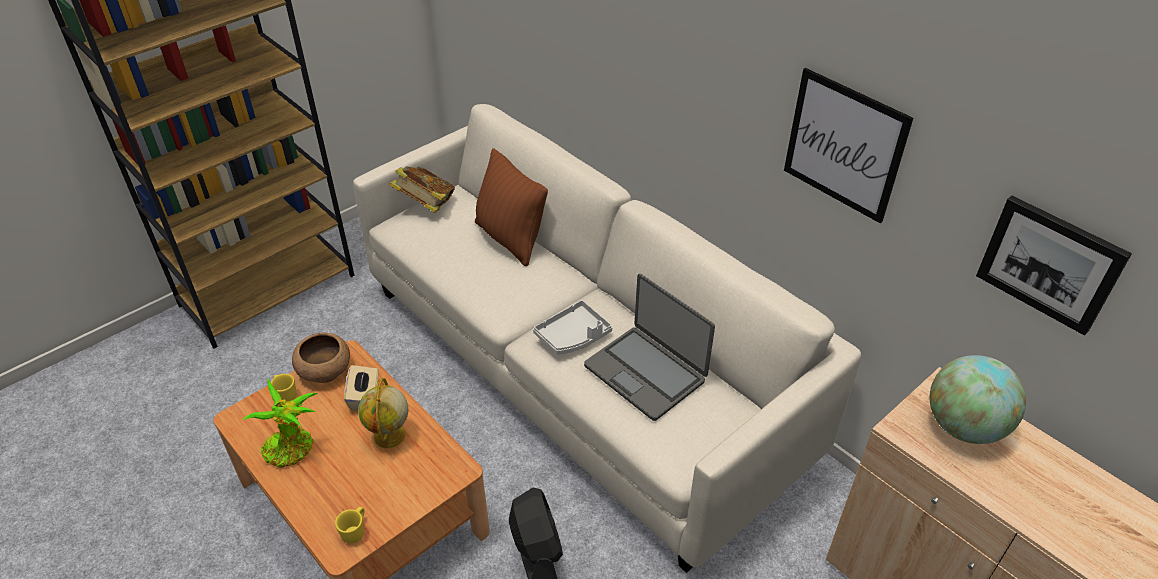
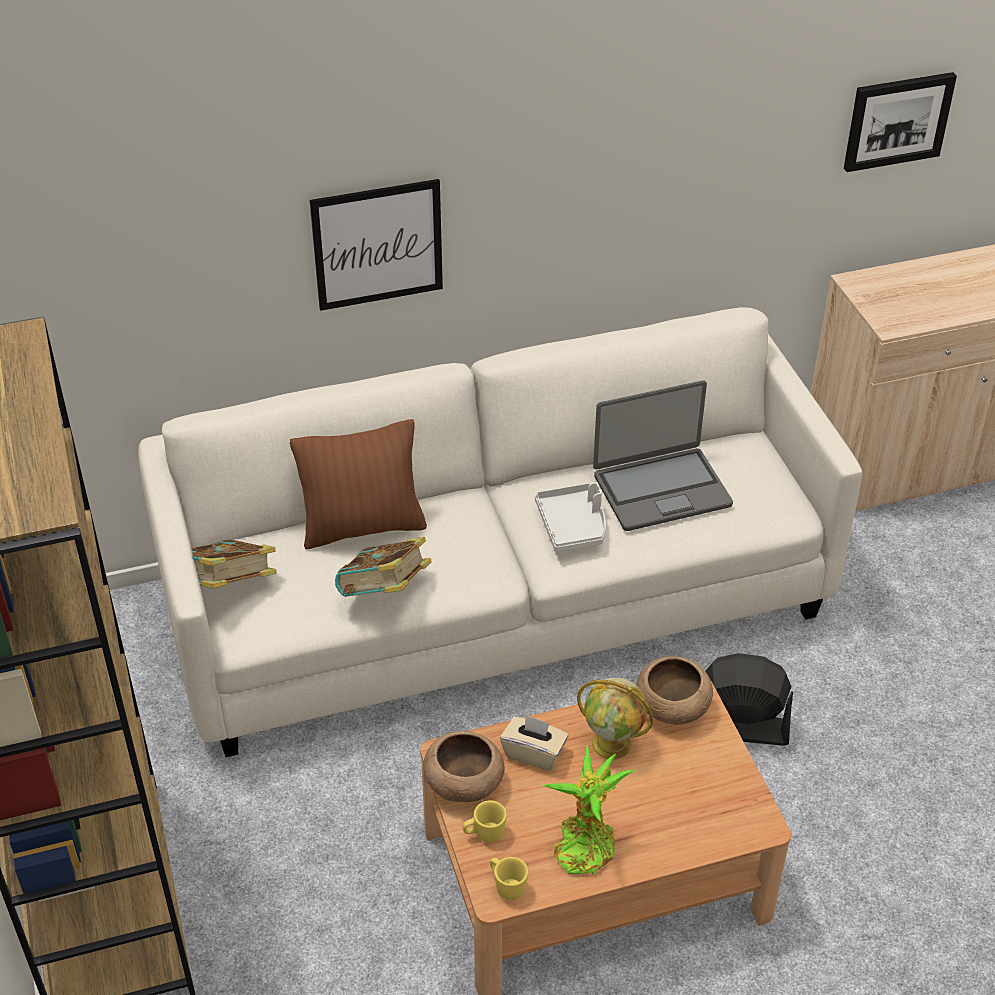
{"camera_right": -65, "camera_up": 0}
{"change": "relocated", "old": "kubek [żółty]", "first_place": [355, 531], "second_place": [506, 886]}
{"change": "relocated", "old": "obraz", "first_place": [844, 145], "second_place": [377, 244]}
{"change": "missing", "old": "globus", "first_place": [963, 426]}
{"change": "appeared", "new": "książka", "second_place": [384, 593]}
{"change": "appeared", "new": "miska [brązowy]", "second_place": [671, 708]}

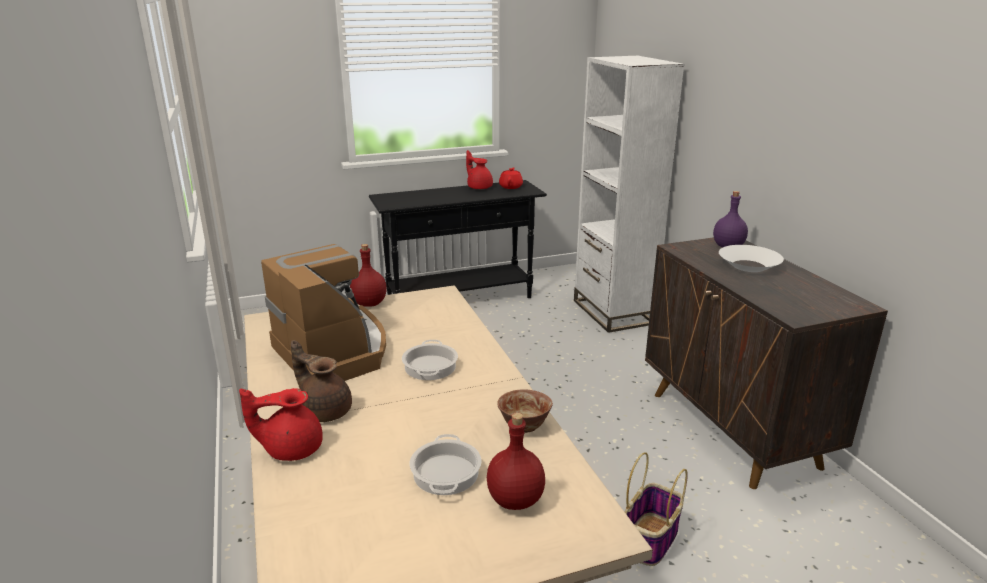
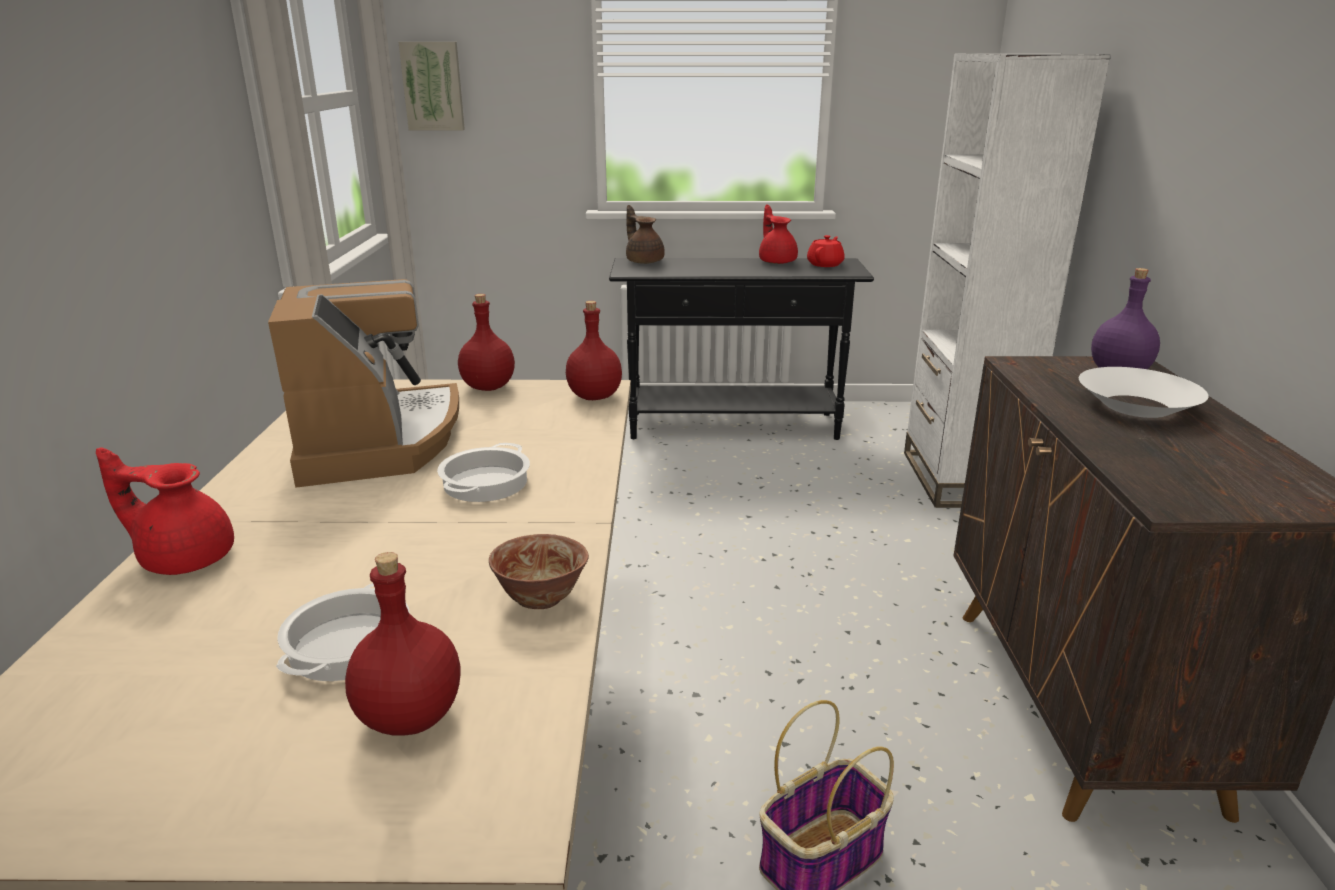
{"camera_right": 20, "camera_up": 0}
{"change": "relocated", "old": "imbryk [brązowy]", "first_place": [325, 410], "second_place": [644, 261]}
{"change": "appeared", "new": "obraz", "second_place": [433, 86]}
{"change": "appeared", "new": "butelka [czerwony]", "second_place": [593, 396]}

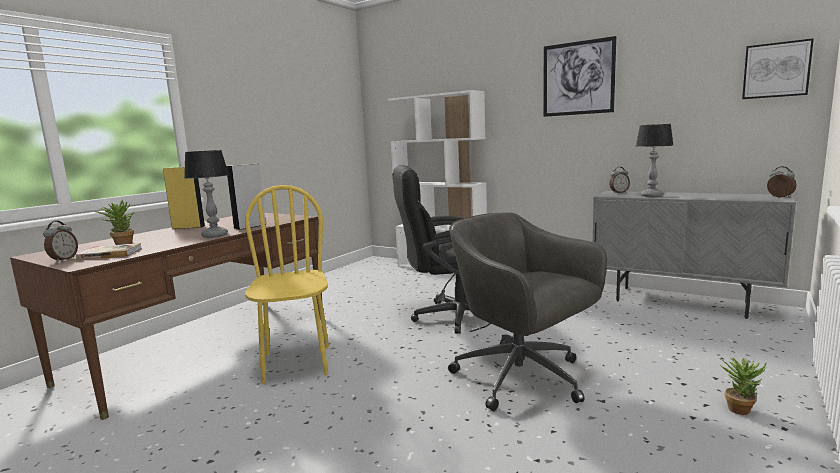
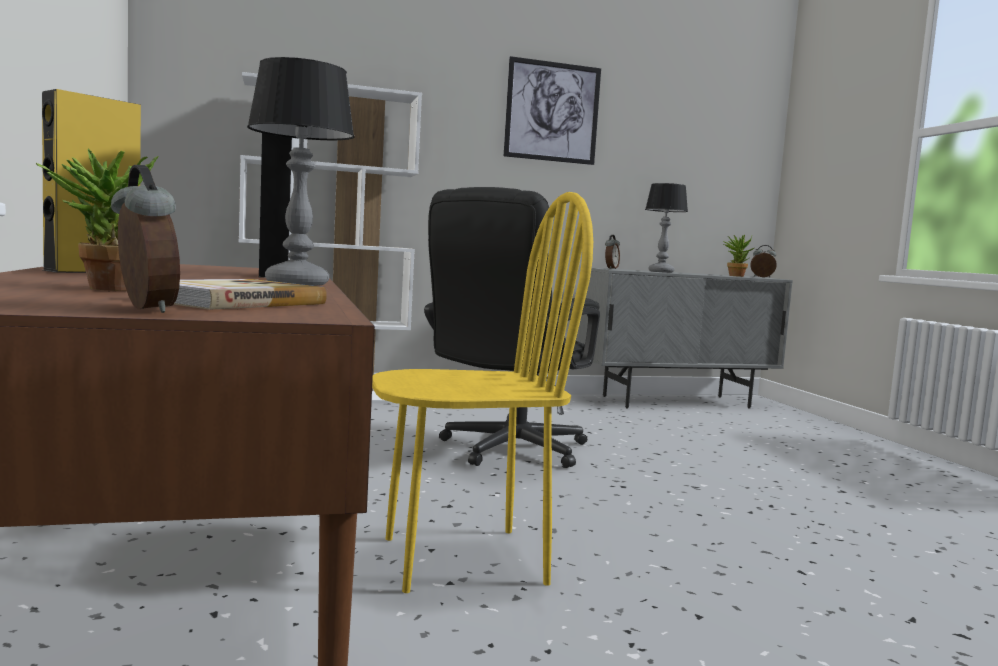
{"camera_right": -50, "camera_up": -5}
{"change": "spun", "old": "krzesło [żółty]", "first_place": [296, 363], "second_place": [463, 559], "degrees": 135}
{"change": "missing", "old": "krzesło biurowe [szary]", "first_place": [523, 378]}
{"change": "relocated", "old": "roślina doniczkowa", "first_place": [740, 408], "second_place": [735, 276]}
{"change": "missing", "old": "obraz", "first_place": [776, 70]}

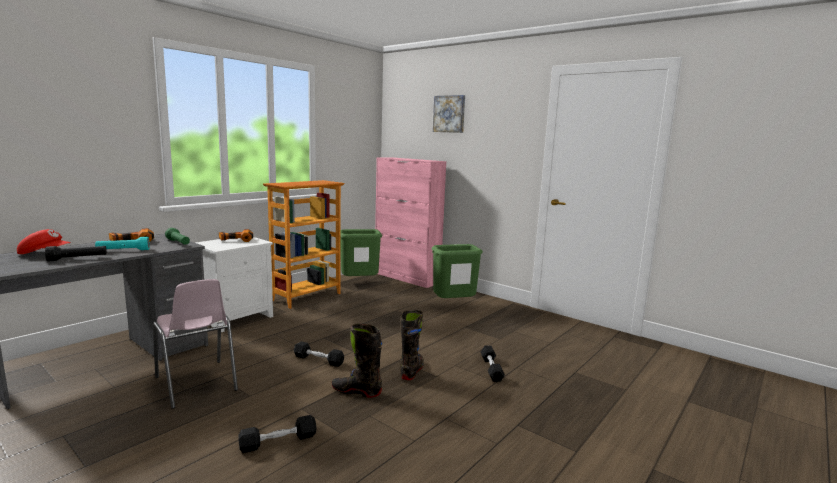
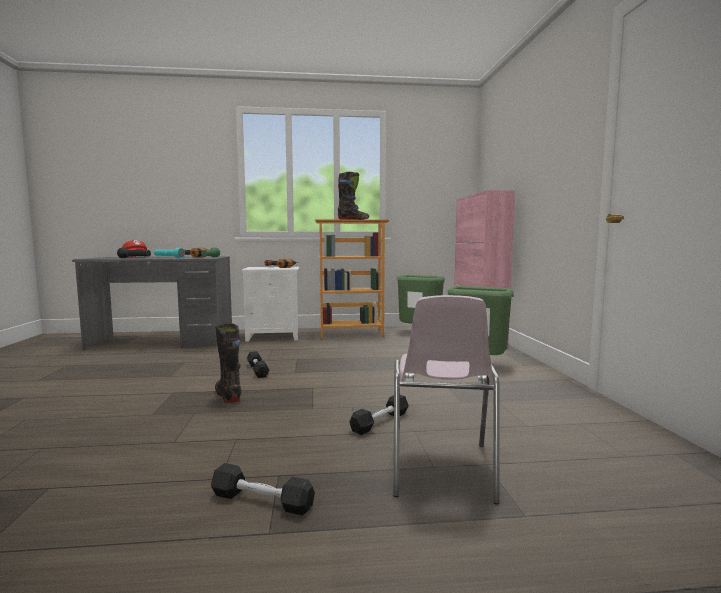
{"camera_right": 45, "camera_up": -5}
{"change": "relocated", "old": "krzesło [różowy]", "first_place": [196, 384], "second_place": [440, 469]}
{"change": "relocated", "old": "hantel [czarny]", "first_place": [278, 441], "second_place": [262, 501]}
{"change": "relocated", "old": "but z cholewką [czarny]", "first_place": [412, 371], "second_place": [353, 220]}
{"change": "missing", "old": "obraz", "first_place": [449, 114]}

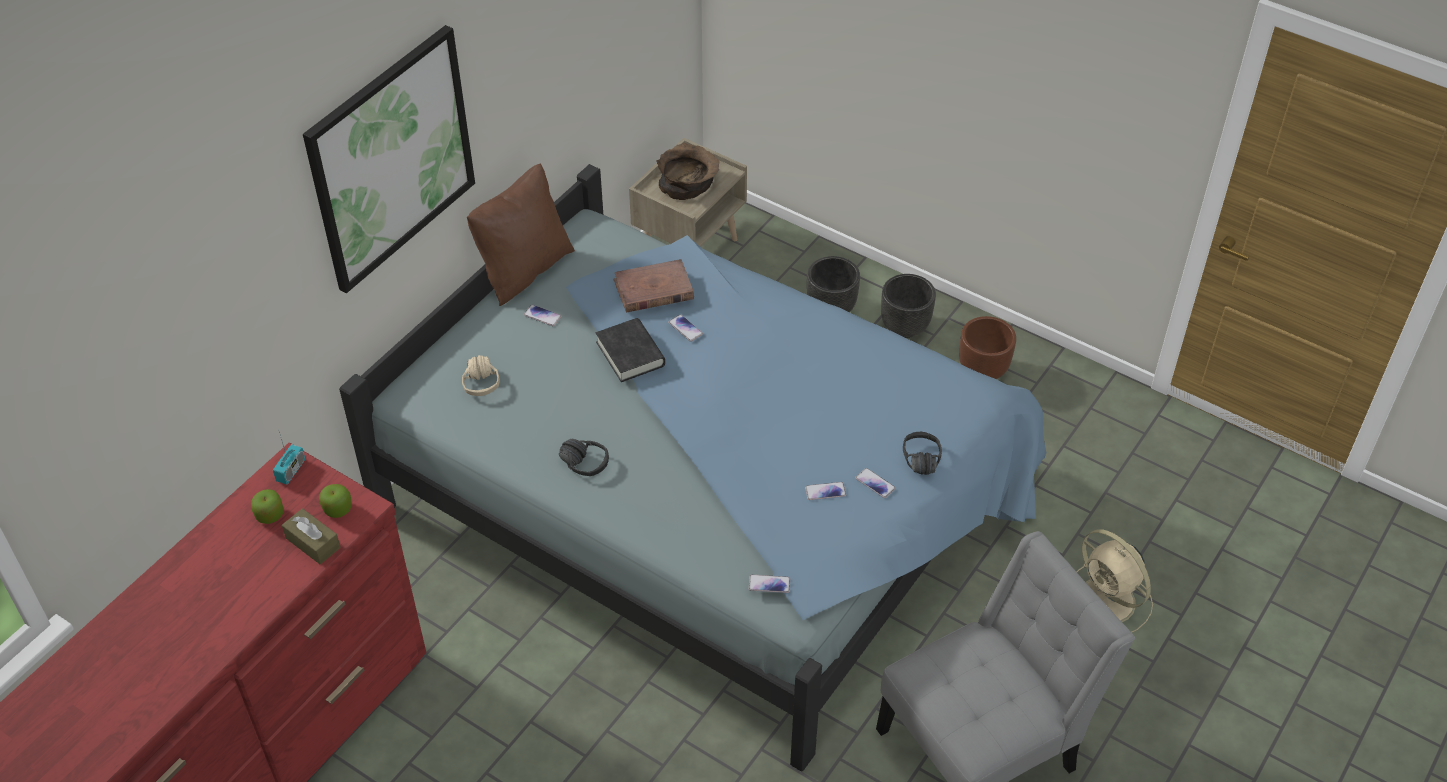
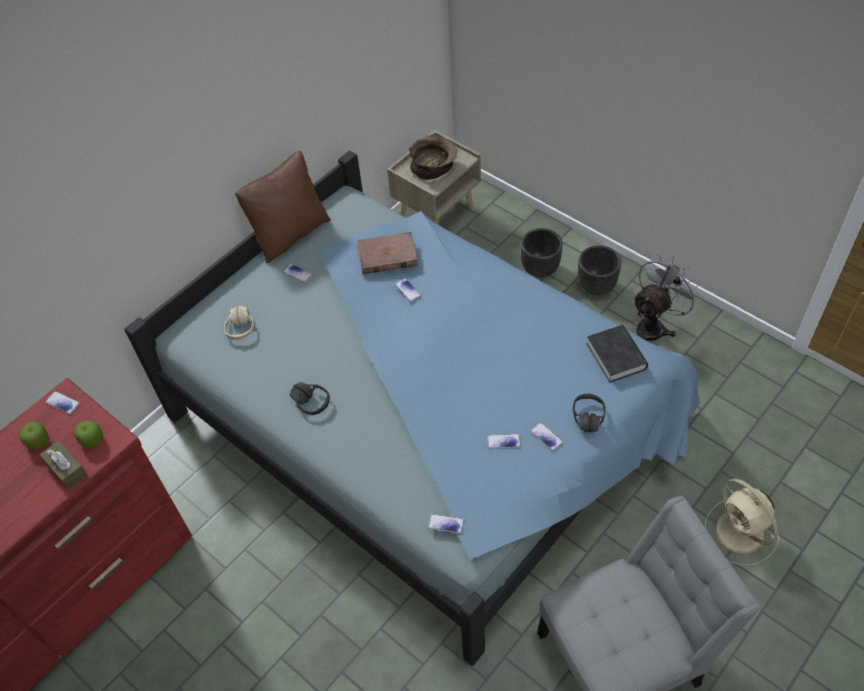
{"camera_right": 10, "camera_up": 5}
{"change": "exchanged", "old": "radio", "new": "telefon", "first_place": [291, 470], "second_place": [63, 403]}
{"change": "missing", "old": "obraz", "first_place": [391, 158]}
{"change": "relocated", "old": "książka [czarny]", "first_place": [630, 354], "second_place": [616, 356]}
{"change": "exchanged", "old": "donica [brązowy]", "new": "wentylator [szary]", "first_place": [982, 371], "second_place": [654, 326]}

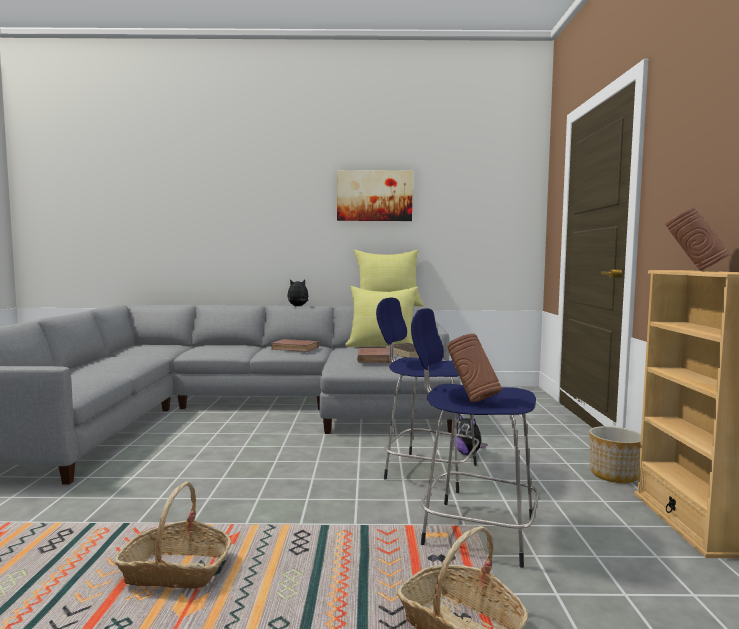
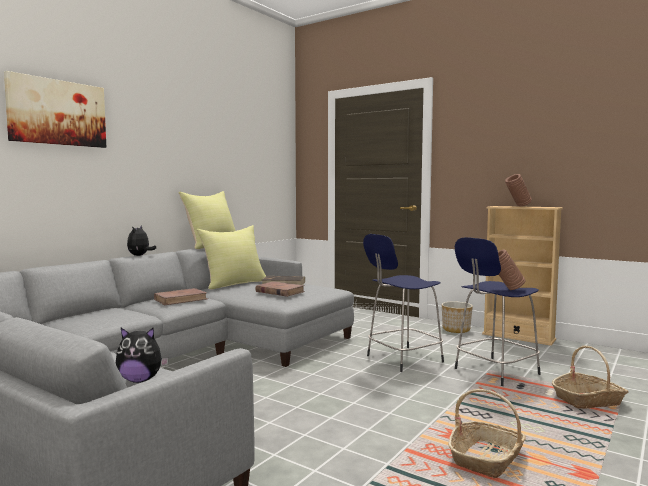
{"camera_right": -55, "camera_up": 0}
{"change": "relocated", "old": "obraz", "first_place": [374, 196], "second_place": [57, 112]}
{"change": "relocated", "old": "pluszak", "first_place": [467, 453], "second_place": [141, 380]}

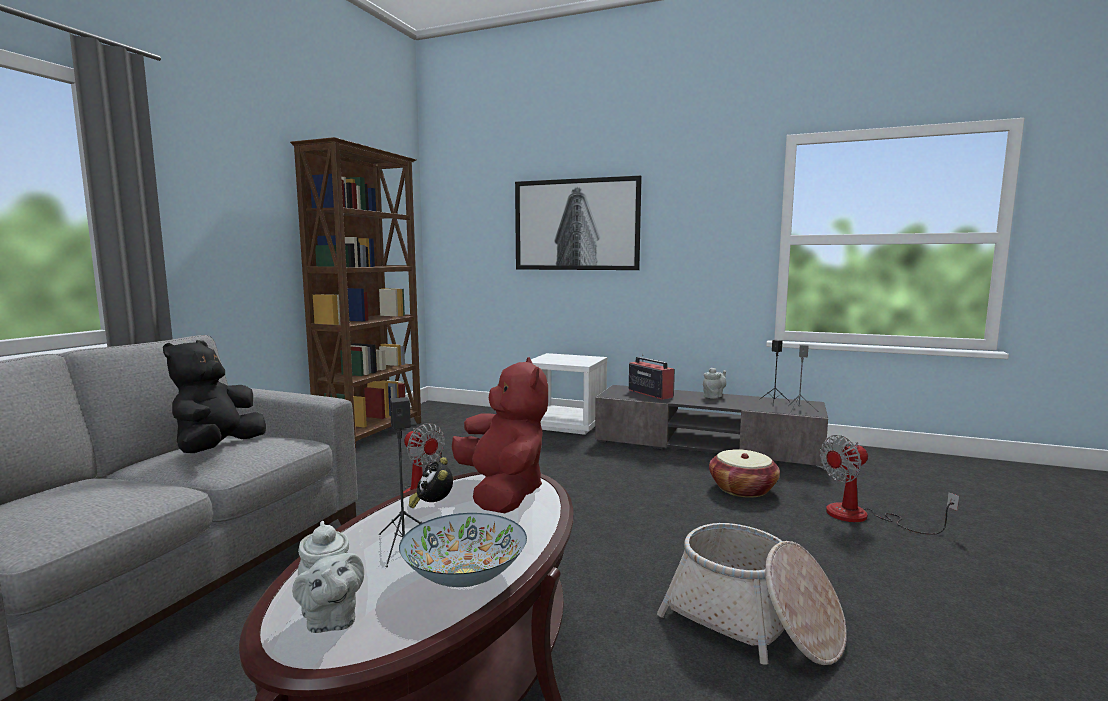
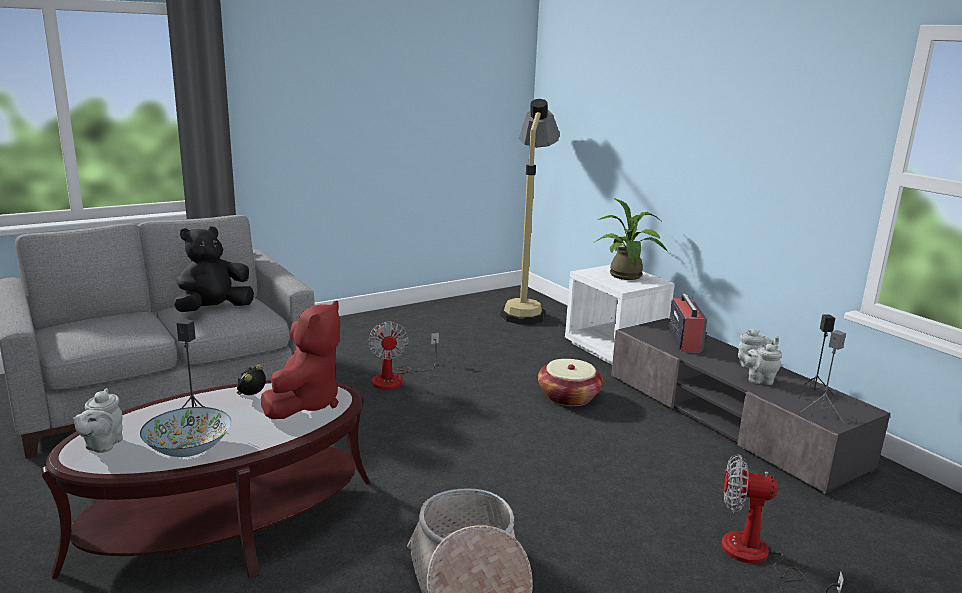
{"camera_right": 35, "camera_up": 10}
{"change": "missing", "old": "regał [brązowy]", "first_place": [373, 434]}
{"change": "missing", "old": "obraz", "first_place": [576, 225]}
{"change": "relocated", "old": "koszyk", "first_place": [742, 489], "second_place": [568, 397]}
{"change": "appeared", "new": "lampa stojąca", "second_place": [525, 309]}
{"change": "appeared", "new": "roślina doniczkowa", "second_place": [627, 277]}
{"change": "appeared", "new": "imbryk [szary]", "second_place": [758, 380]}

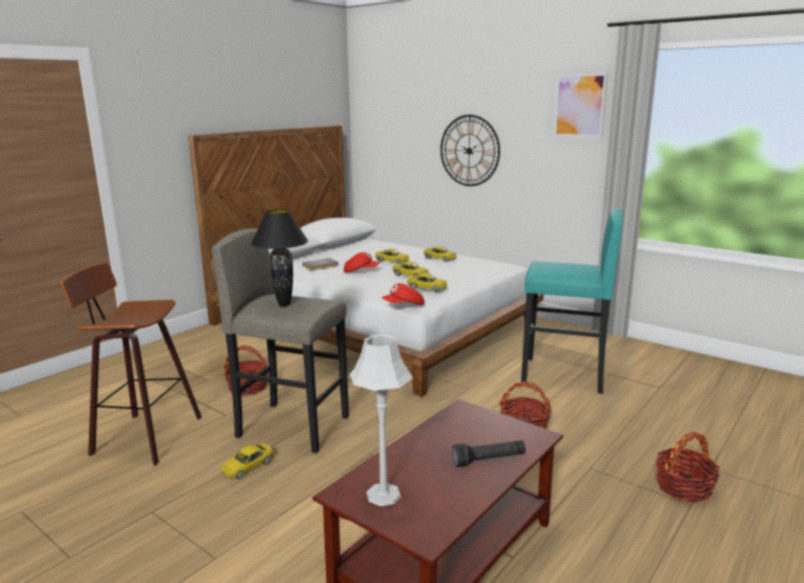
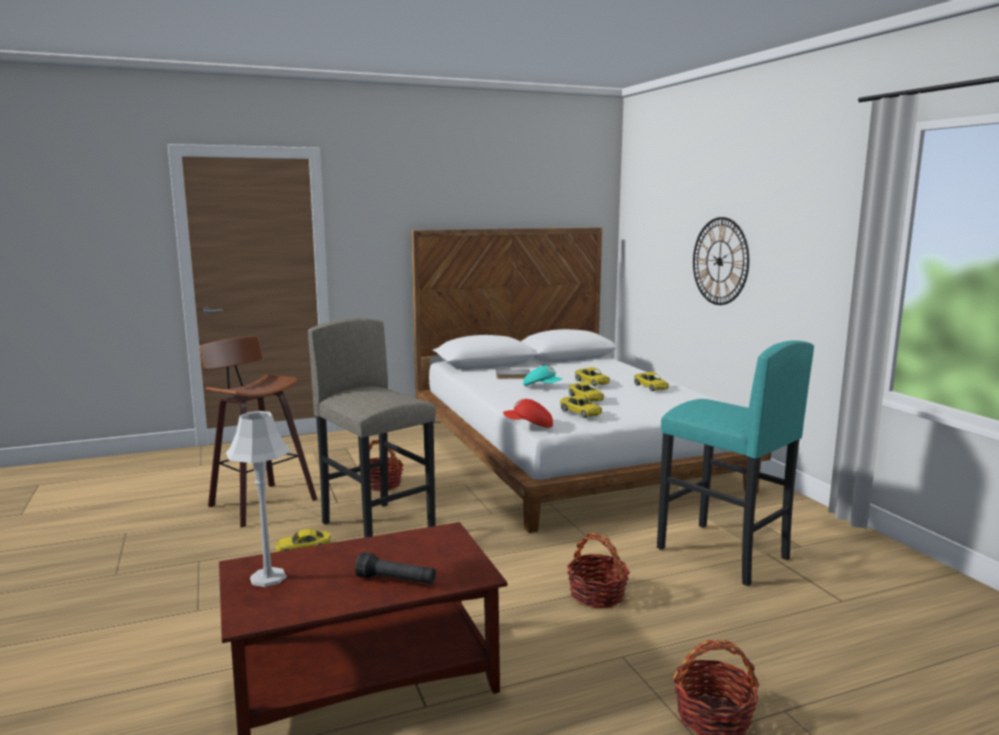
{"camera_right": 30, "camera_up": -5}
{"change": "missing", "old": "lampa stołowa [czarny]", "first_place": [283, 304]}
{"change": "colour", "old": "czapka z daszkiem [czerwony]", "new": "czapka z daszkiem [turkusowy]", "first_place": [361, 271], "second_place": [542, 387]}
{"change": "missing", "old": "obraz", "first_place": [579, 105]}

